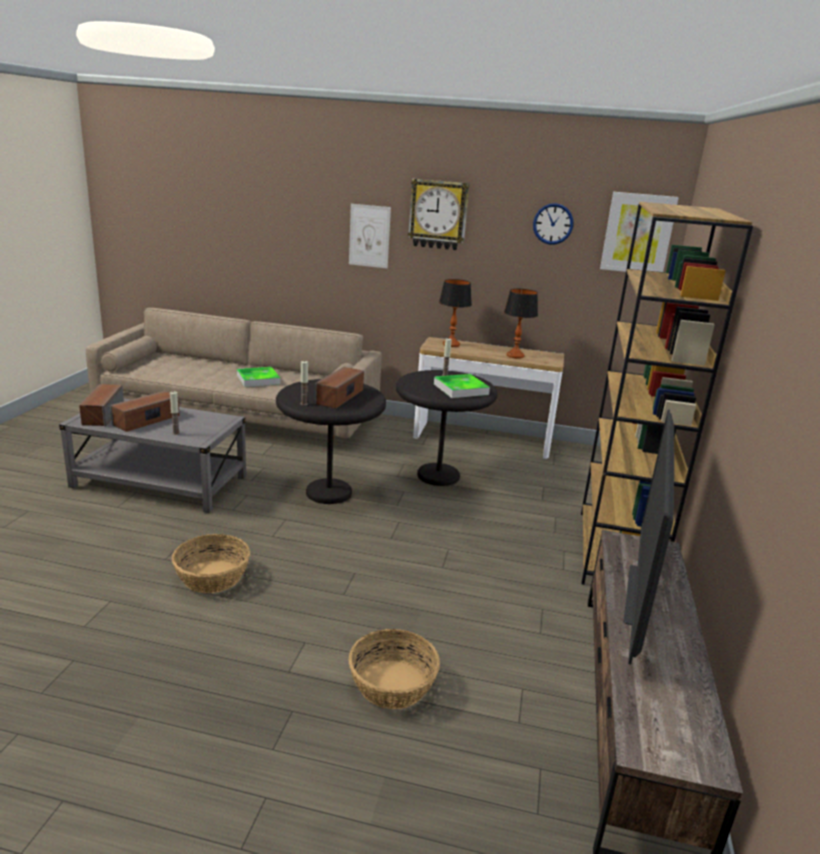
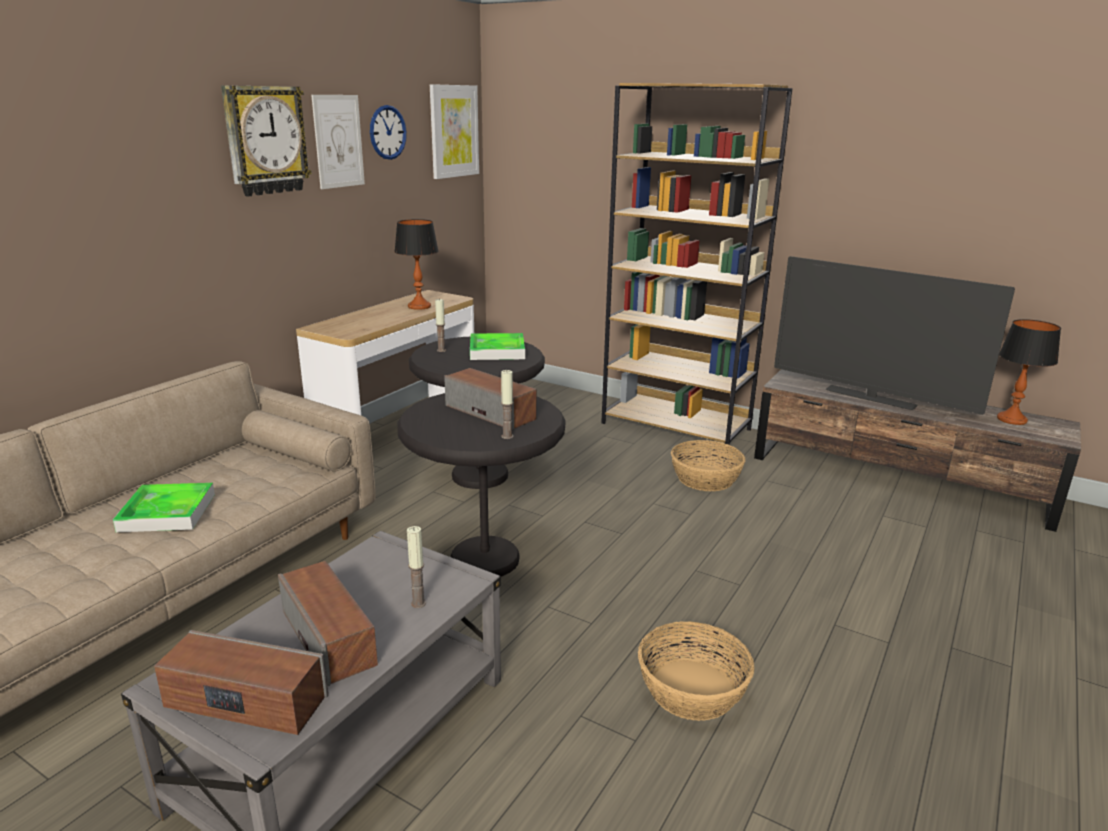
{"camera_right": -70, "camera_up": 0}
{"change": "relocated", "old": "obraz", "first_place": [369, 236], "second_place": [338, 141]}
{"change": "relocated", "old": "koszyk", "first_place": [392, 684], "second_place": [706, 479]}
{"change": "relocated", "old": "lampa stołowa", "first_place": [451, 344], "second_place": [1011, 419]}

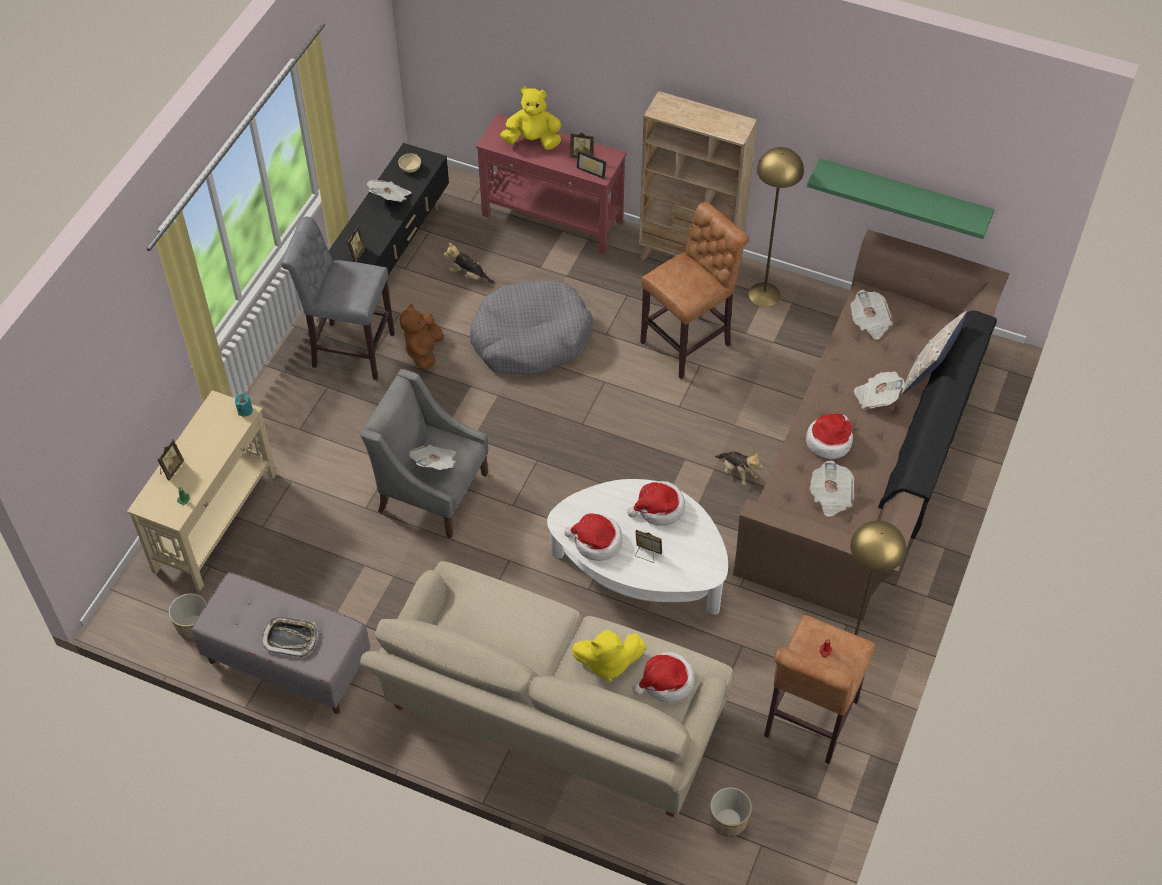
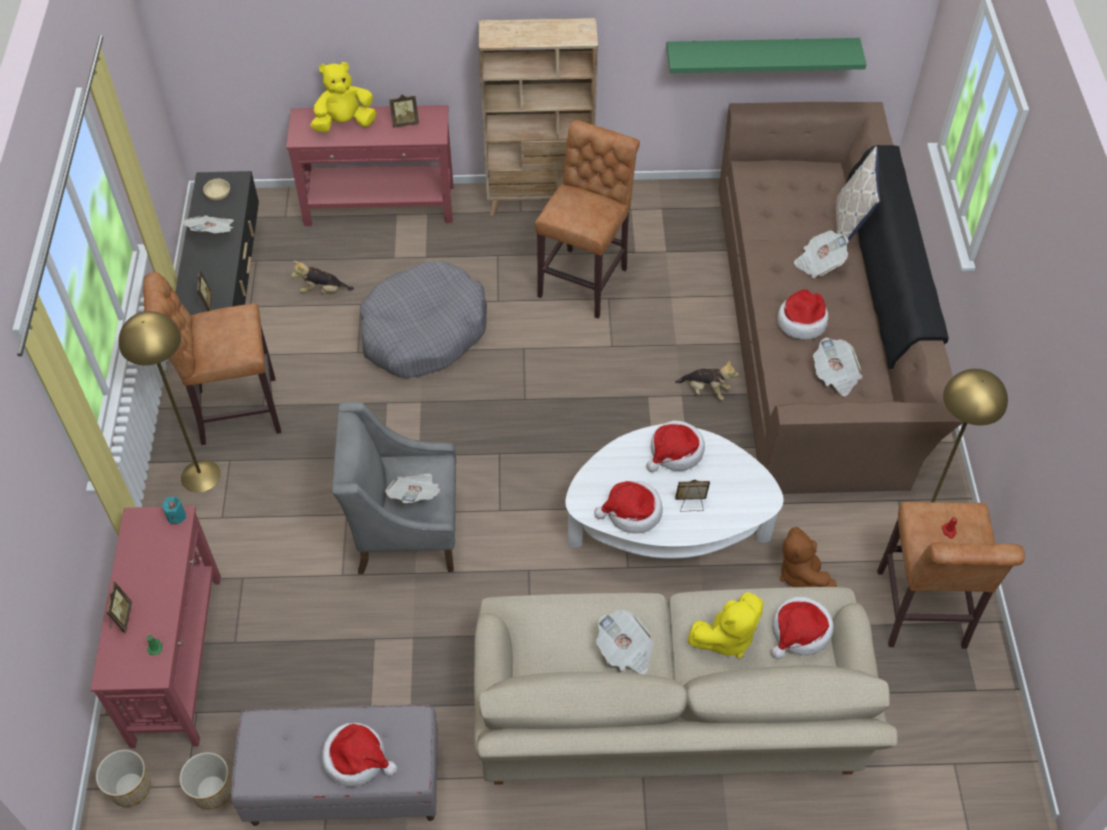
{"camera_right": -25, "camera_up": 0}
{"change": "colour", "old": "stolik konsolowy [beżowy]", "new": "stolik konsolowy [czerwony]", "first_place": [216, 521], "second_place": [178, 657]}
{"change": "exchanged", "old": "taca", "new": "kapelusz", "first_place": [290, 638], "second_place": [357, 759]}
{"change": "colour", "old": "stołek [szary]", "new": "stołek [brązowy]", "first_place": [349, 349], "second_place": [233, 412]}
{"change": "relocated", "old": "pluszak [brązowy]", "first_place": [424, 351], "second_place": [801, 574]}
{"change": "missing", "old": "ramka na zdjęcie", "first_place": [592, 170]}
{"change": "relocated", "old": "donica", "first_place": [728, 820], "second_place": [129, 787]}
{"change": "relocated", "old": "lampa stojąca [żółty]", "first_place": [764, 294], "second_place": [201, 476]}
{"change": "relocated", "old": "gazeta", "first_place": [870, 322], "second_place": [625, 650]}

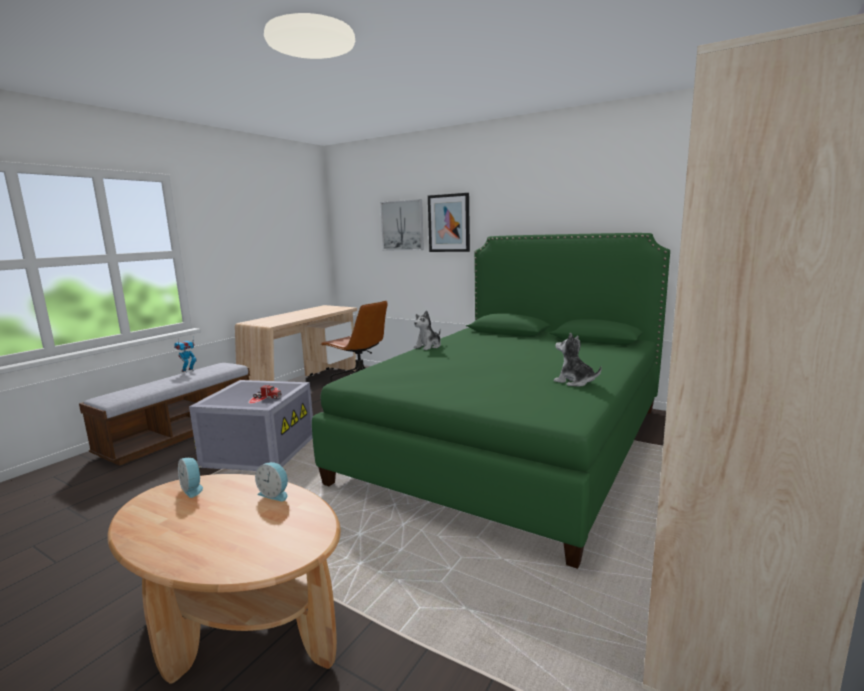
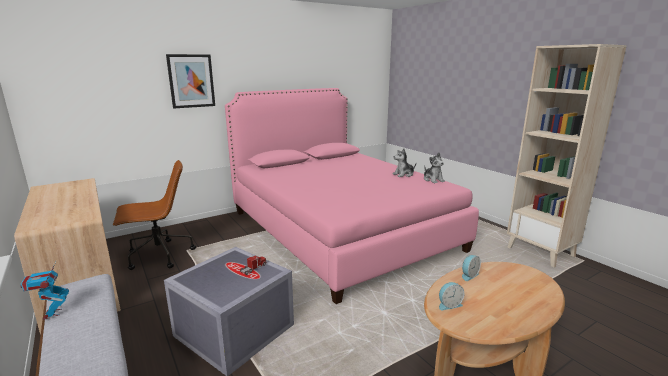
{"camera_right": -65, "camera_up": 5}
{"change": "colour", "old": "łóżko [zielony]", "new": "łóżko [różowy]", "first_place": [510, 442], "second_place": [339, 230]}
{"change": "missing", "old": "obraz", "first_place": [402, 225]}
{"change": "relocated", "old": "pluszak", "first_place": [428, 346], "second_place": [433, 180]}

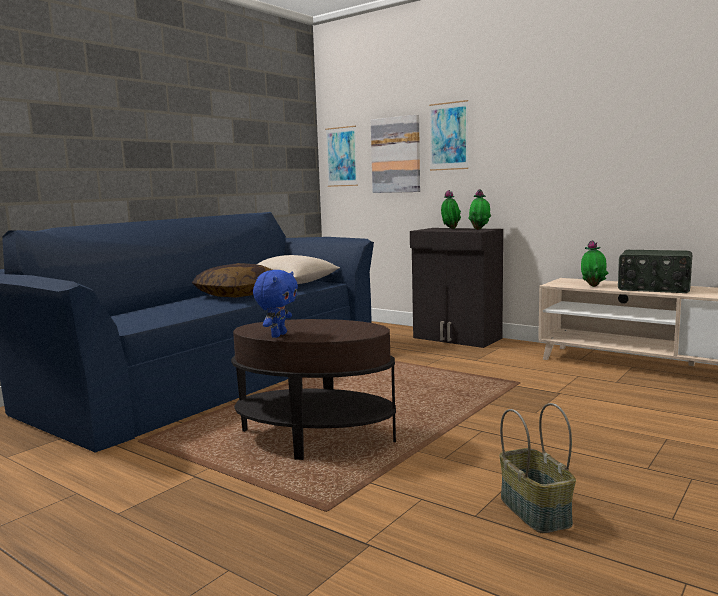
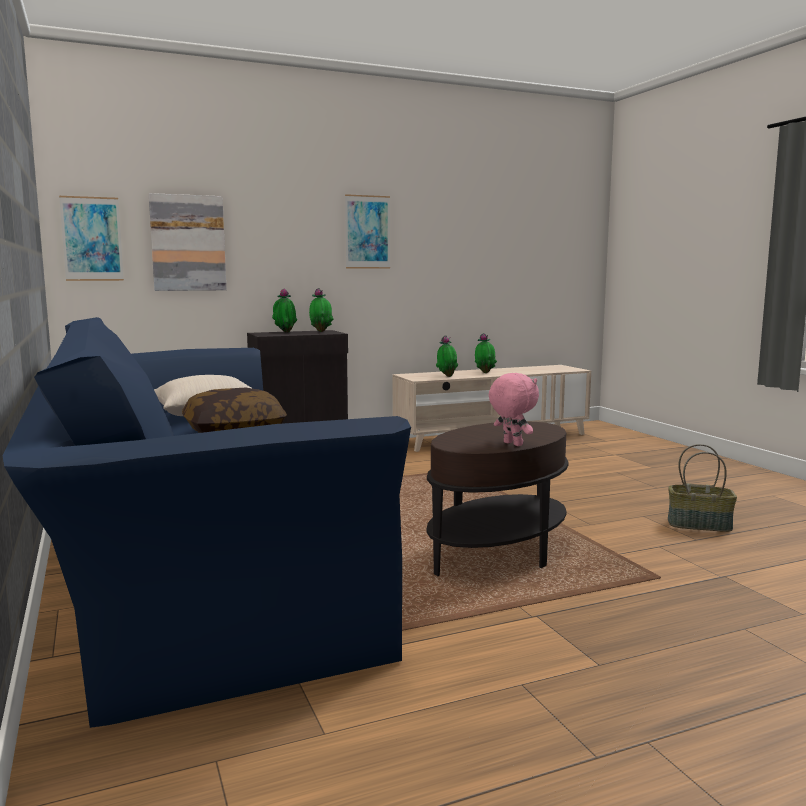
{"camera_right": -60, "camera_up": 0}
{"change": "colour", "old": "pluszak [niebieski]", "new": "pluszak [różowy]", "first_place": [278, 335], "second_place": [511, 444]}
{"change": "relocated", "old": "obraz", "first_place": [448, 136], "second_place": [367, 232]}
{"change": "exchanged", "old": "radio", "new": "roślina doniczkowa", "first_place": [654, 288], "second_place": [485, 372]}

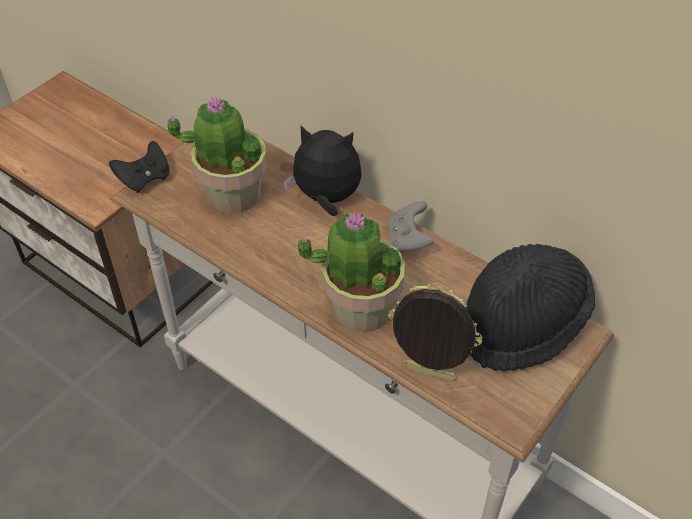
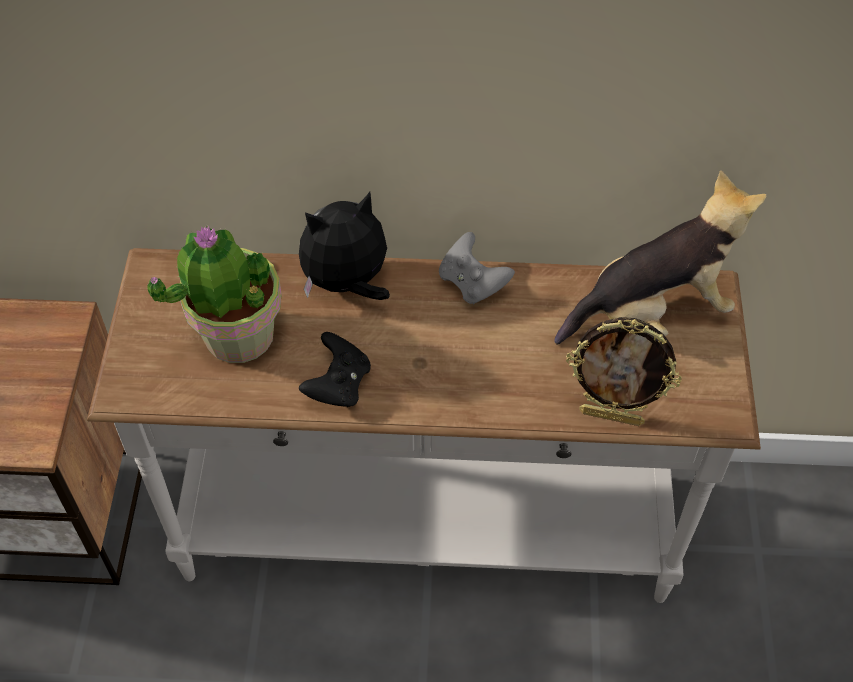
{"camera_right": -35, "camera_up": 5}
{"change": "relocated", "old": "pad do gier [czarny]", "first_place": [144, 179], "second_place": [338, 385]}
{"change": "missing", "old": "roślina doniczkowa", "first_place": [361, 308]}
{"change": "spun", "old": "ramka na zdjęcie", "first_place": [428, 375], "second_place": [612, 416], "degrees": -150}
{"change": "exchanged", "old": "kapelusz [czarny]", "new": "pluszak", "first_place": [521, 324], "second_place": [653, 311]}

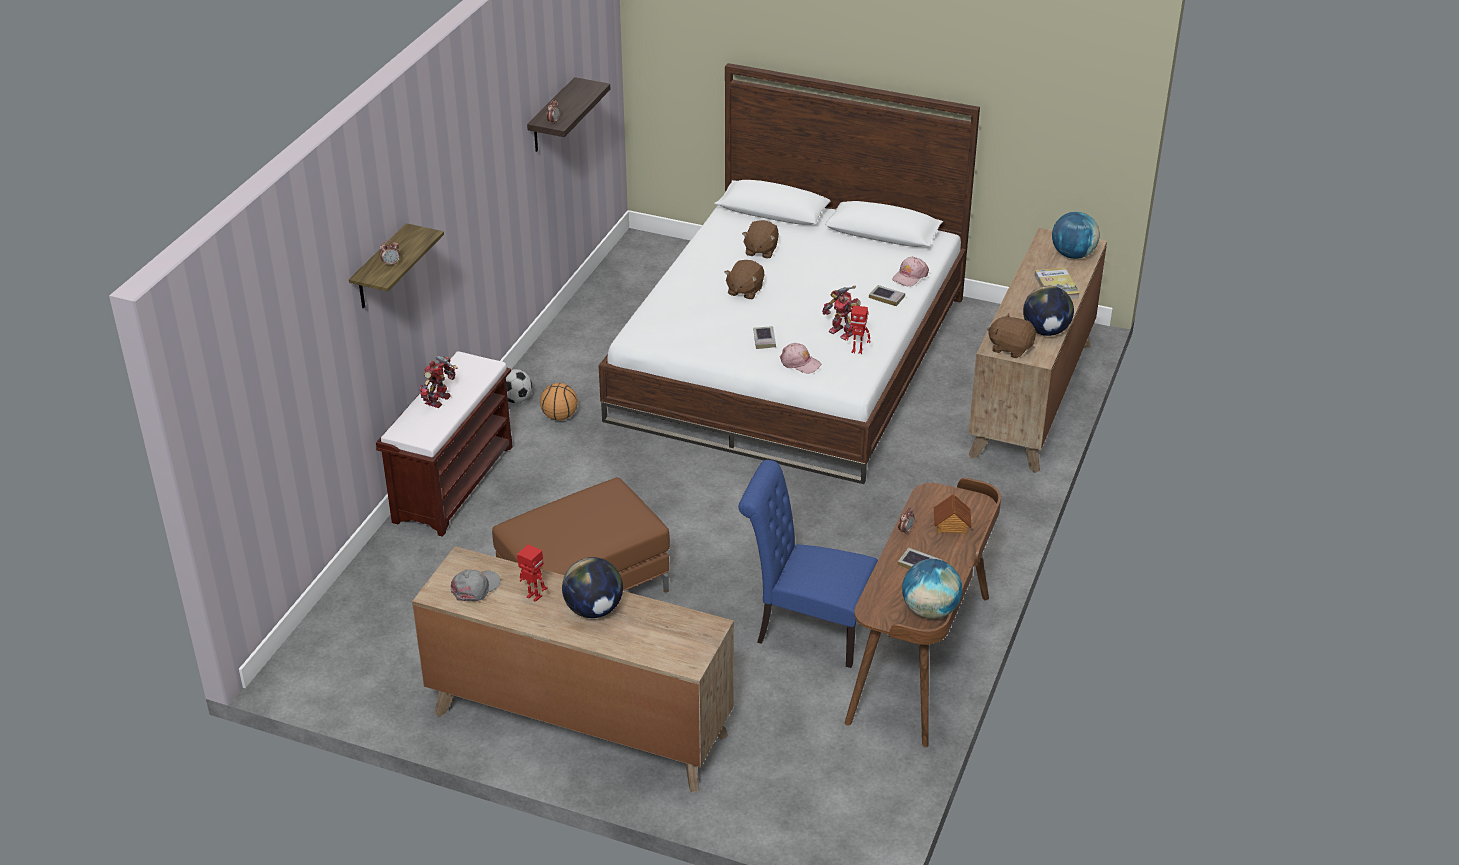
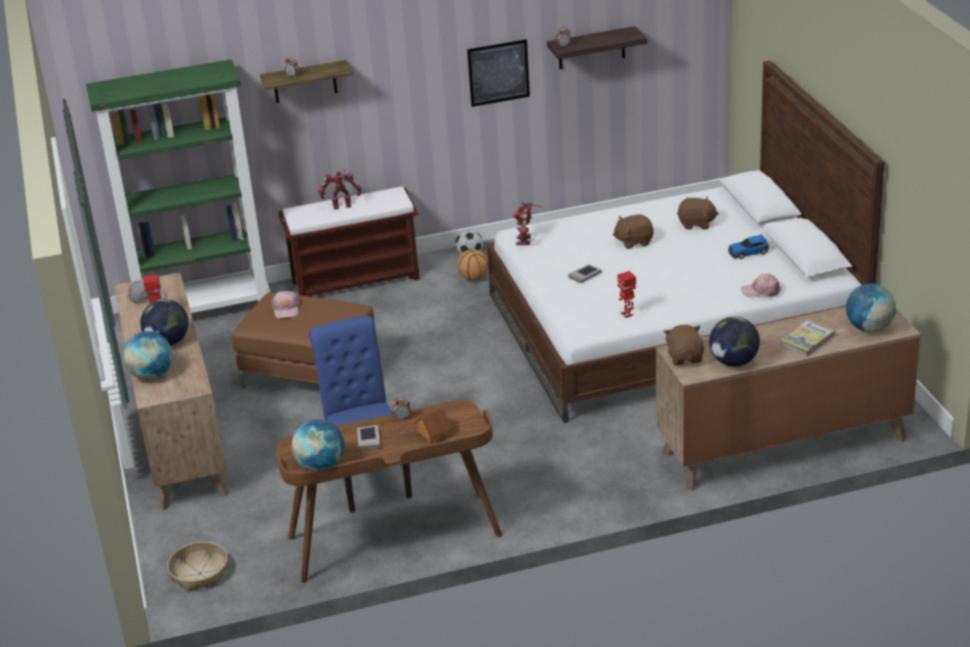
{"camera_right": 55, "camera_up": -5}
{"change": "spun", "old": "pluszak [brązowy]", "first_place": [760, 250], "second_place": [696, 224], "degrees": -150}
{"change": "relocated", "old": "czapka z daszkiem [różowy]", "first_place": [800, 363], "second_place": [286, 309]}
{"change": "relocated", "old": "robot zabawkowy", "first_place": [843, 331], "second_place": [525, 240]}
{"change": "missing", "old": "książka", "first_place": [887, 297]}
{"change": "appeared", "new": "regał [zielony]", "second_place": [205, 311]}
{"change": "appeared", "new": "globus", "second_place": [152, 375]}
{"change": "appeared", "new": "koszyk", "second_place": [199, 573]}
{"change": "appeared", "new": "obraz", "second_place": [498, 72]}
{"change": "appeared", "new": "samochodzik", "second_place": [749, 252]}

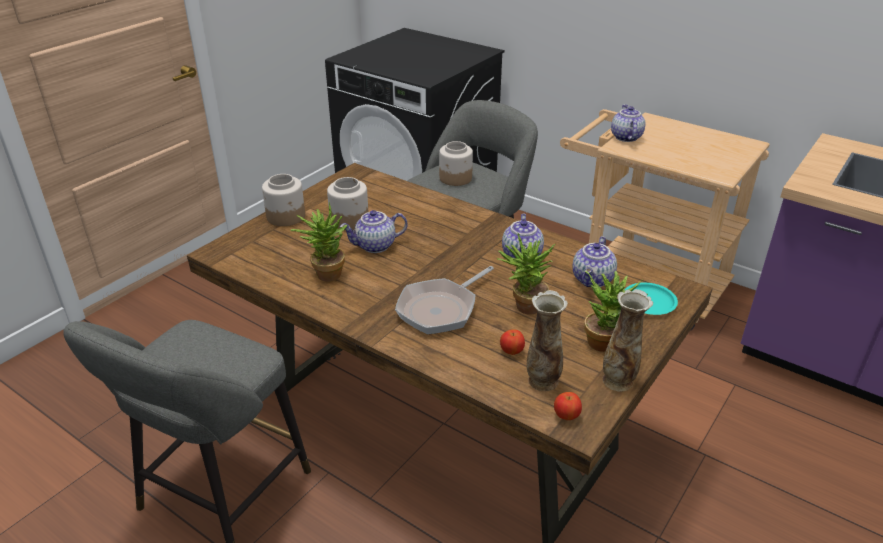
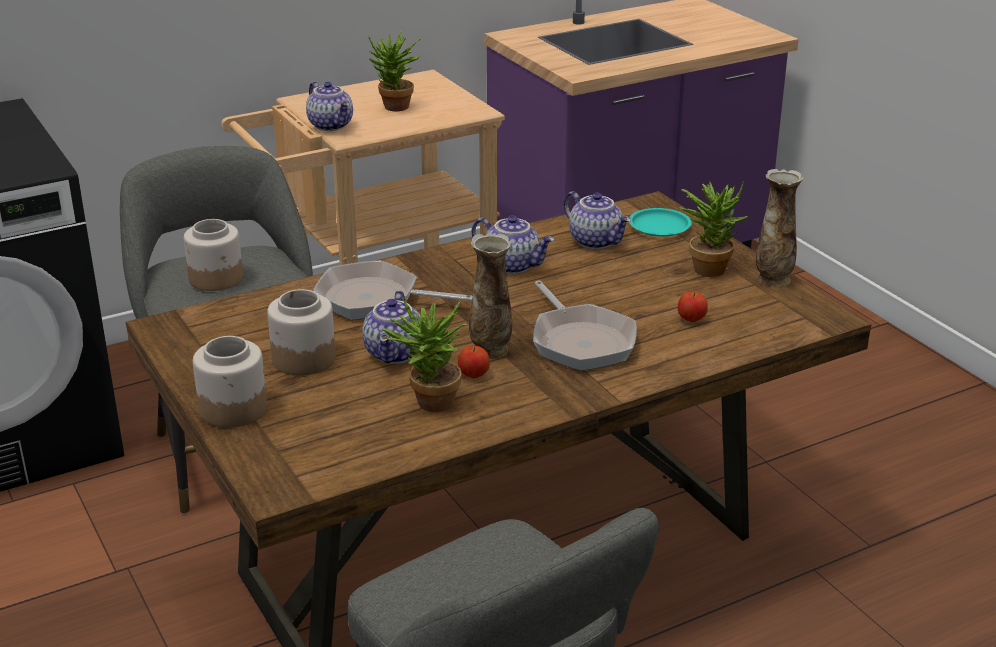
{"camera_right": -65, "camera_up": -5}
{"change": "relocated", "old": "roślina doniczkowa", "first_place": [523, 307], "second_place": [394, 109]}
{"change": "relocated", "old": "wazon", "first_place": [542, 381], "second_place": [490, 350]}
{"change": "relocated", "old": "jabłko", "first_place": [566, 416], "second_place": [473, 375]}
{"change": "spun", "old": "imbryk", "first_place": [625, 137], "second_place": [332, 125], "degrees": -150}
{"change": "appeared", "new": "patelnia", "second_place": [375, 299]}

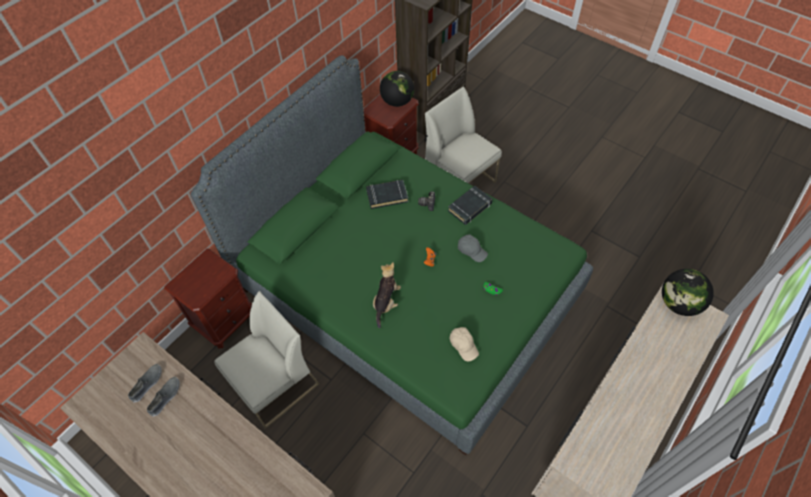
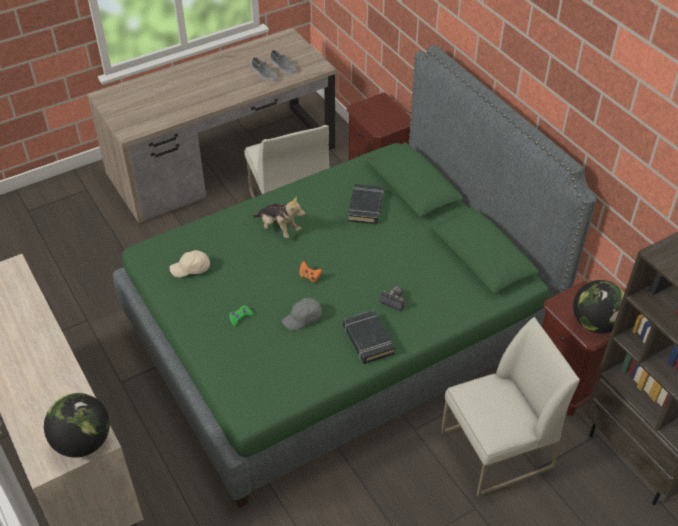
{"camera_right": 110, "camera_up": -10}
{"change": "relocated", "old": "książka [czarny]", "first_place": [387, 196], "second_place": [366, 207]}

